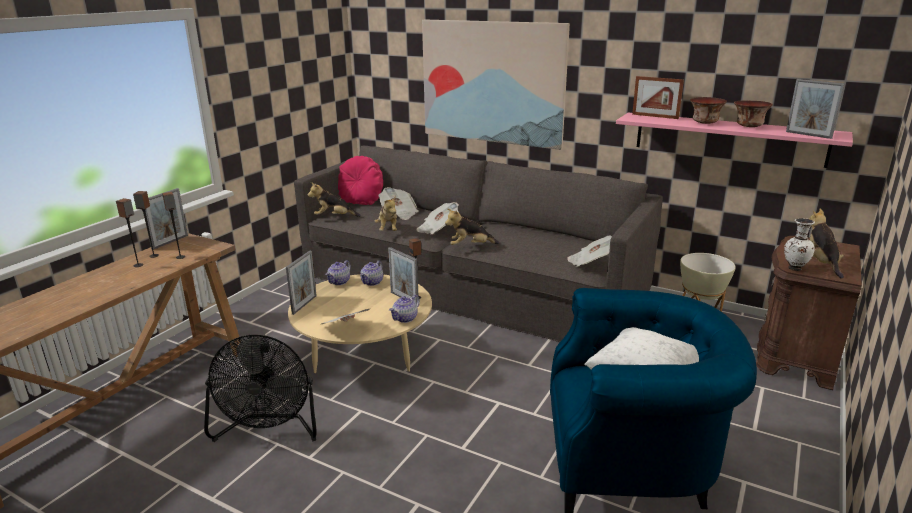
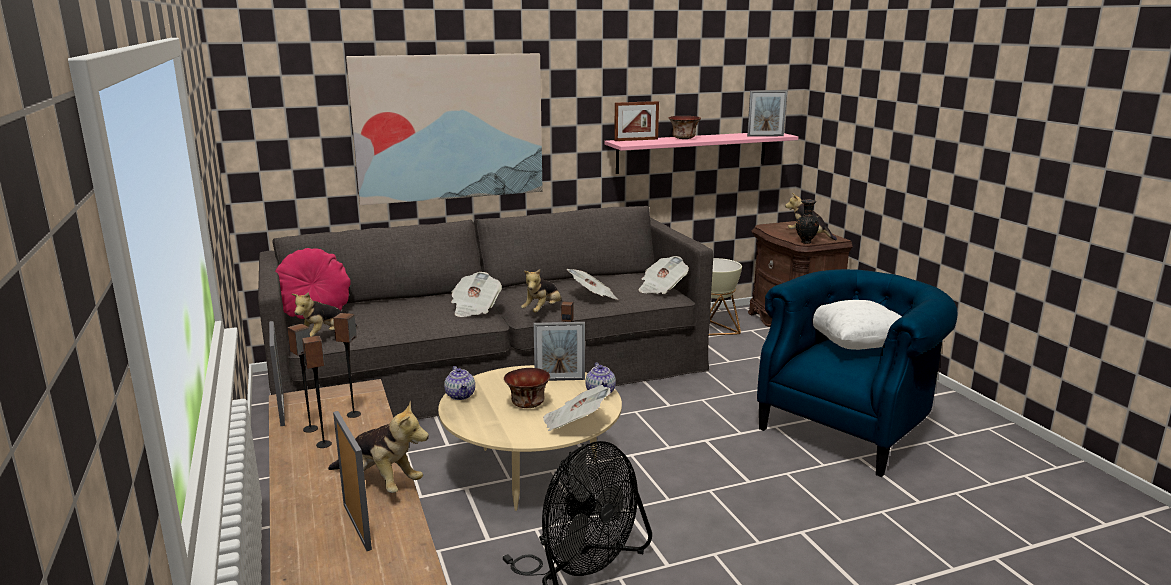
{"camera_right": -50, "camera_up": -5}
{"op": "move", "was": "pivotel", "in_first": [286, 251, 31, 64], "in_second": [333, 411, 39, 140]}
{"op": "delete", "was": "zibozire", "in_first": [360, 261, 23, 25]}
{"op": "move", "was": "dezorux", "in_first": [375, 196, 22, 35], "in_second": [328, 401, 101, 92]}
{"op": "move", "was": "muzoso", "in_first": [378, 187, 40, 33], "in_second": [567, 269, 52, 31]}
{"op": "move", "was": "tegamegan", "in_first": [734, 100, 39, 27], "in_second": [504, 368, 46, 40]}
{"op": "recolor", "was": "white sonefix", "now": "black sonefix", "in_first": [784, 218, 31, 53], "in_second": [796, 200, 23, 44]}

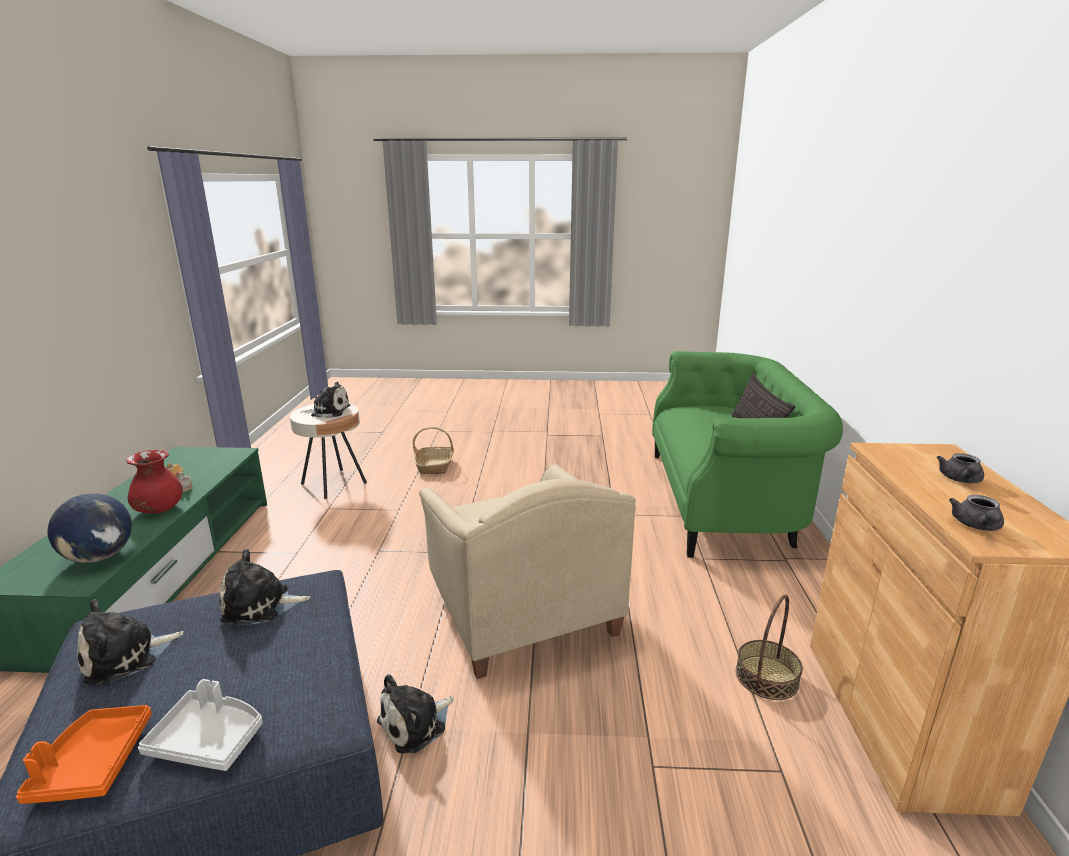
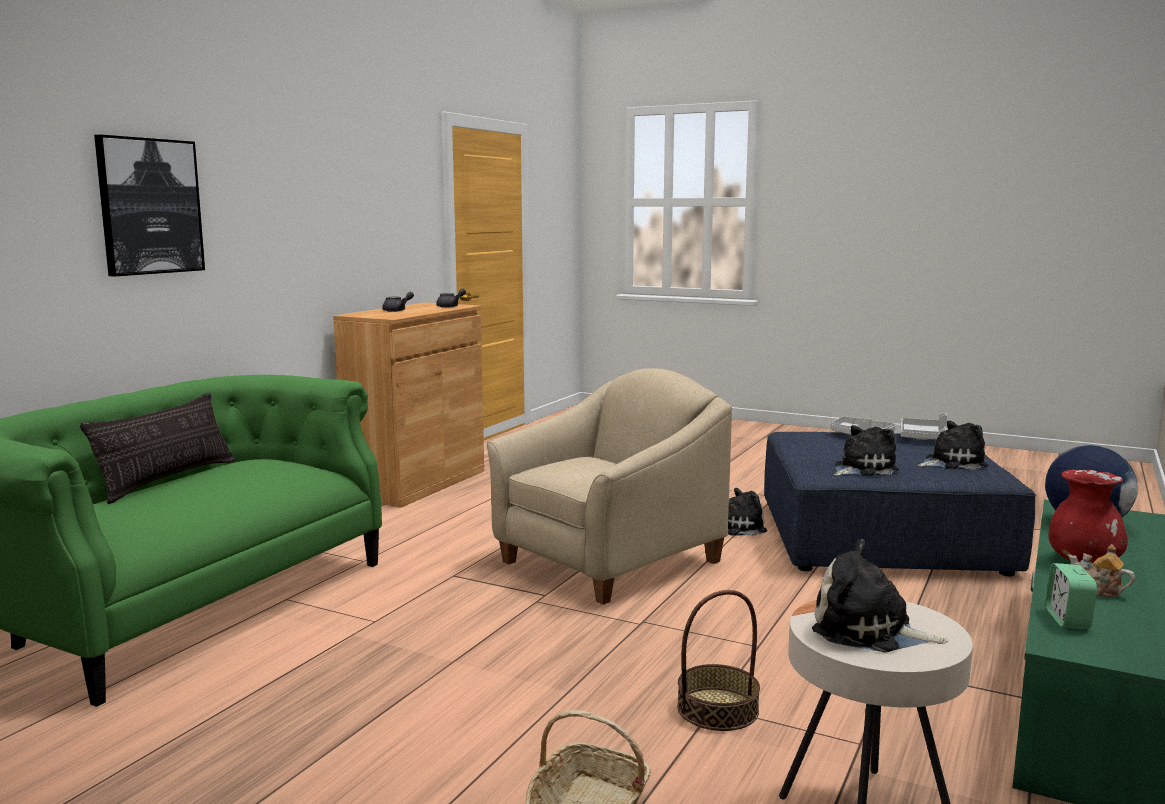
{"camera_right": -155, "camera_up": -10}
{"op": "recolor", "was": "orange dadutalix", "now": "grey dadutalix", "in_first": [16, 705, 136, 99], "in_second": [901, 413, 46, 27]}
{"op": "rotate", "was": "dezorux", "in_first": [220, 549, 90, 77], "in_second": [834, 425, 65, 51], "clockwise": -45}
{"op": "rotate", "was": "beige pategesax", "in_first": [419, 464, 217, 215], "in_second": [487, 368, 245, 237], "clockwise": 45}
{"op": "move", "was": "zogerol", "in_first": [736, 594, 67, 106], "in_second": [677, 590, 83, 141]}
{"op": "insert", "now": "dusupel", "in_second": [94, 135, 111, 142]}
{"op": "insert", "now": "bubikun", "in_second": [1046, 563, 51, 66]}

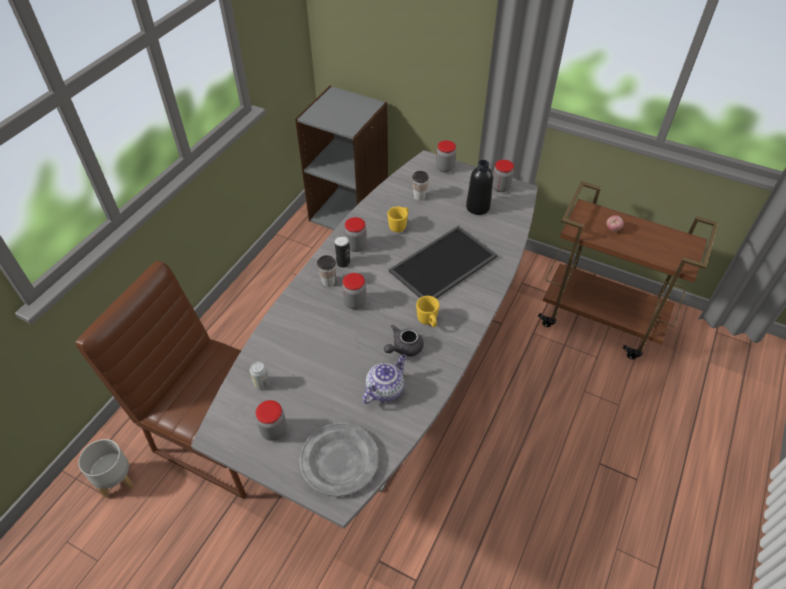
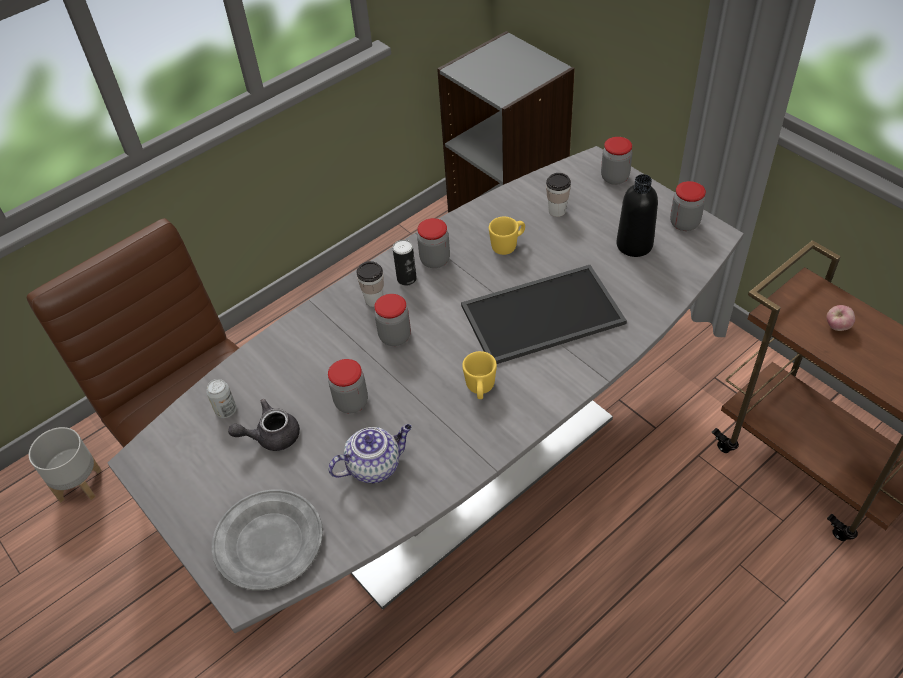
{"camera_right": 25, "camera_up": 0}
{"op": "move", "was": "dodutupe", "in_first": [256, 400, 31, 41], "in_second": [328, 359, 40, 55]}
{"op": "move", "was": "grey zibozire", "in_first": [384, 325, 40, 32], "in_second": [228, 399, 72, 52]}

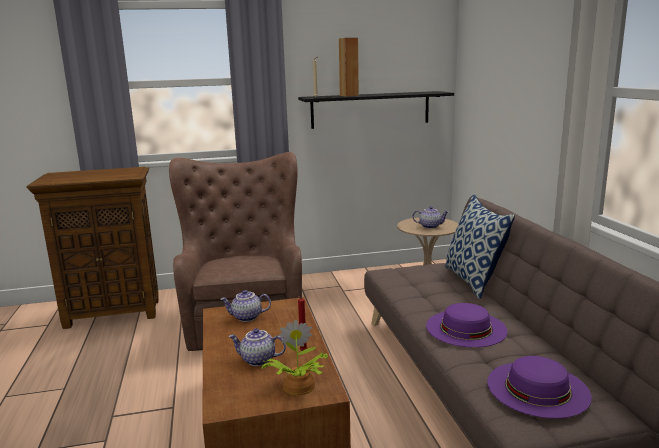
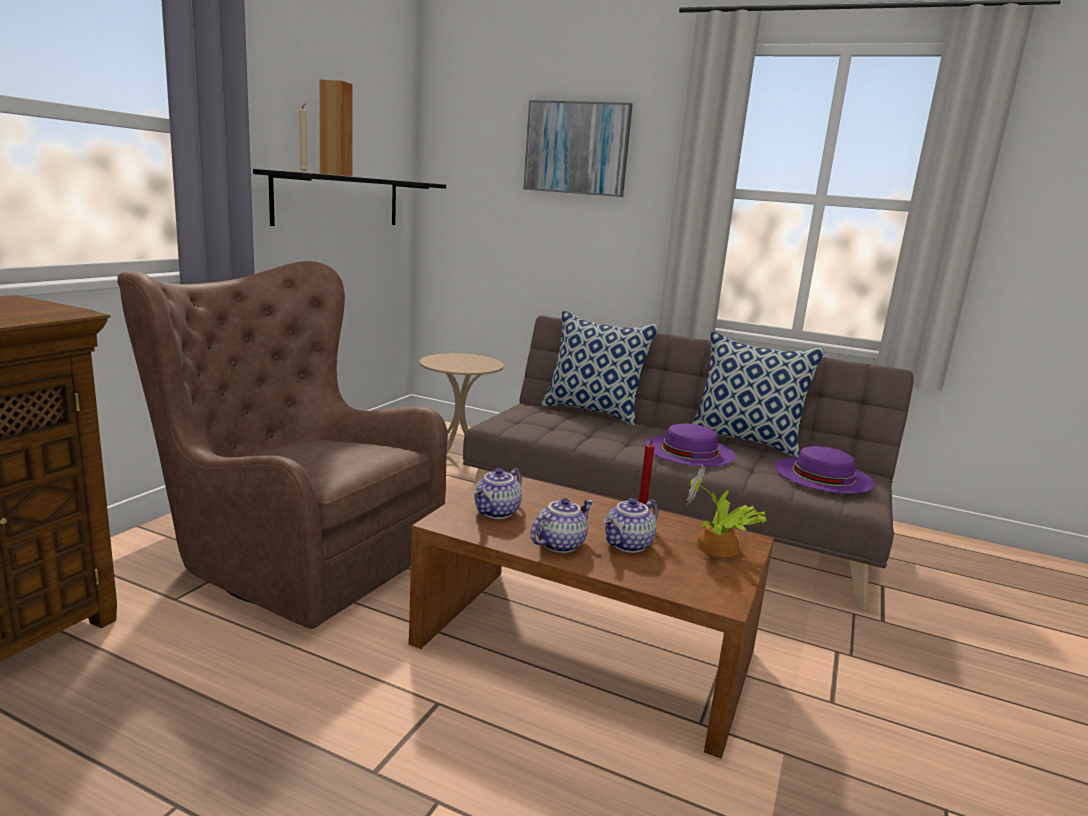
{"camera_right": -55, "camera_up": 0}
{"op": "move", "was": "zibozire", "in_first": [412, 206, 36, 23], "in_second": [531, 498, 62, 55]}
{"op": "insert", "now": "dusupel", "in_second": [523, 100, 110, 97]}
{"op": "insert", "now": "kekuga", "in_second": [692, 331, 133, 126]}

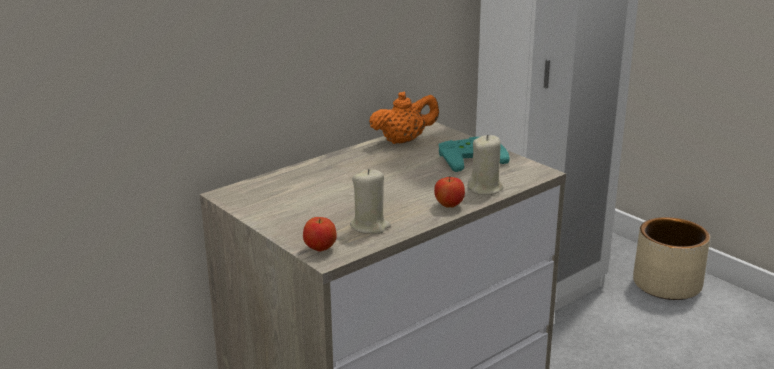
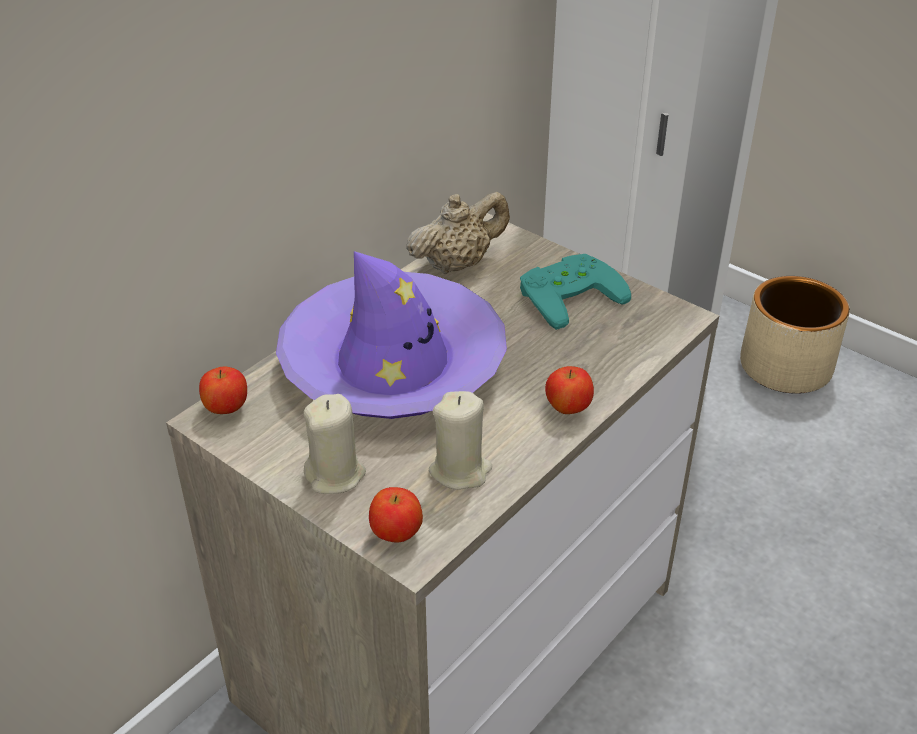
{"camera_right": -10, "camera_up": 15}
{"op": "recolor", "was": "orange zibozire", "now": "beige zibozire", "in_first": [369, 92, 70, 52], "in_second": [406, 192, 104, 82]}
{"op": "move", "was": "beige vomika", "in_first": [467, 135, 37, 60], "in_second": [304, 394, 62, 100]}
{"op": "insert", "now": "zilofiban", "in_second": [199, 367, 48, 47]}
{"op": "insert", "now": "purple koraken", "in_second": [276, 251, 231, 168]}

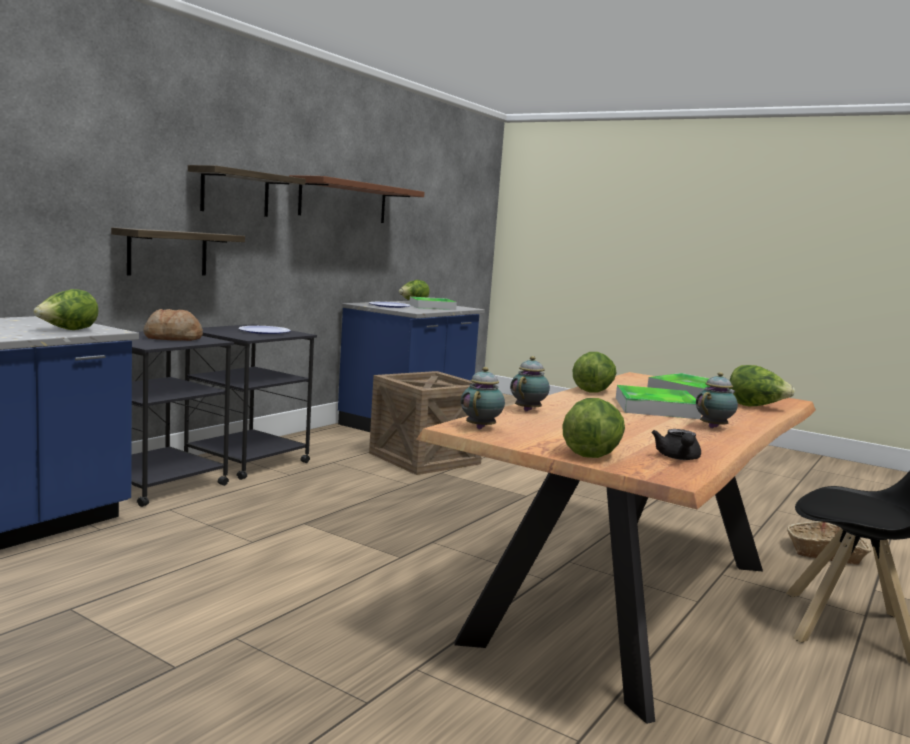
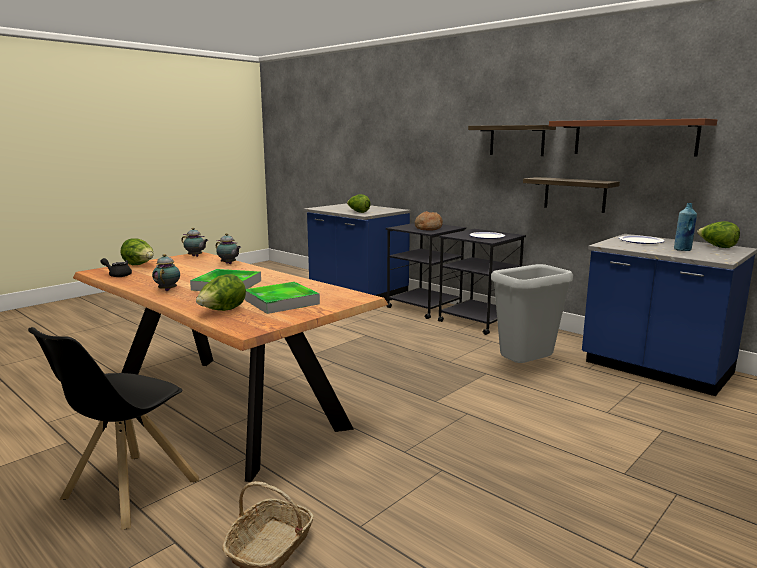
{"camera_right": 100, "camera_up": 5}
{"op": "move", "was": "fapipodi", "in_first": [111, 227, 134, 49], "in_second": [523, 177, 97, 36]}
{"op": "replace", "was": "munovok", "now": "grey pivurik", "in_first": [369, 371, 113, 104], "in_second": [491, 264, 82, 99]}
{"op": "replace", "was": "dadutalix", "now": "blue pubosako", "in_first": [409, 297, 48, 13], "in_second": [674, 203, 23, 48]}
{"op": "delete", "was": "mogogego", "in_first": [573, 352, 43, 41]}
{"op": "rotate", "was": "zibozire", "in_first": [696, 372, 42, 56], "in_second": [152, 254, 28, 37], "clockwise": -150}

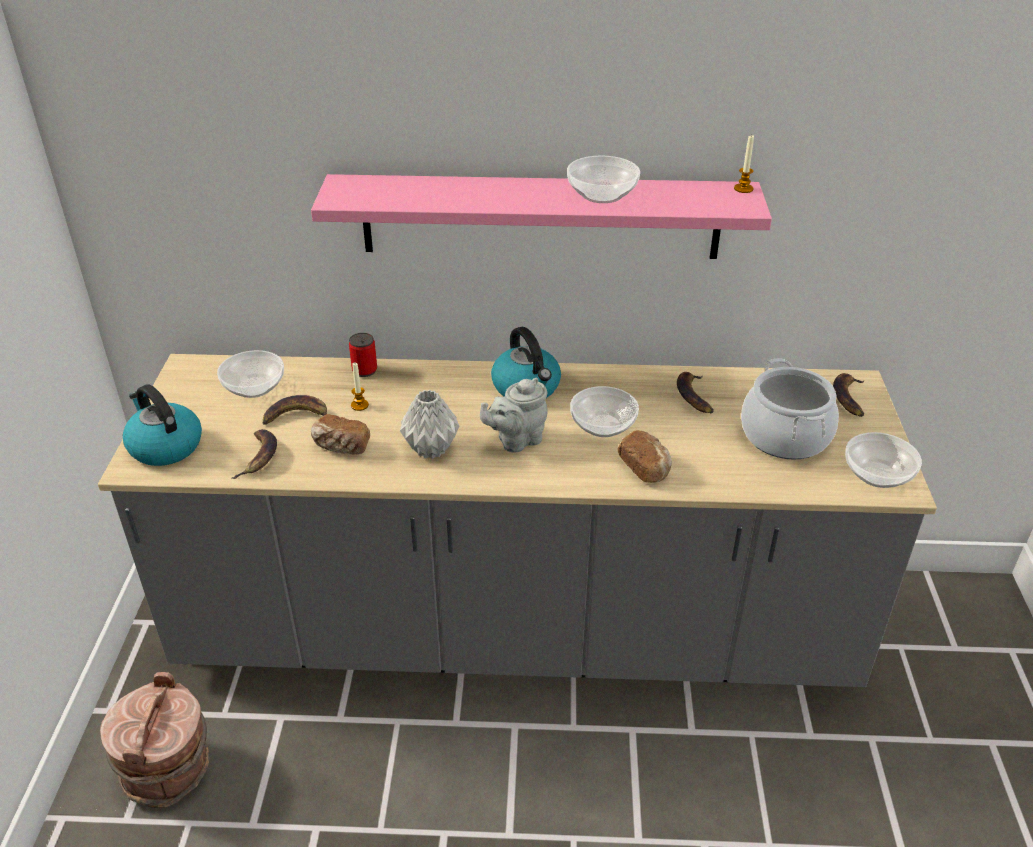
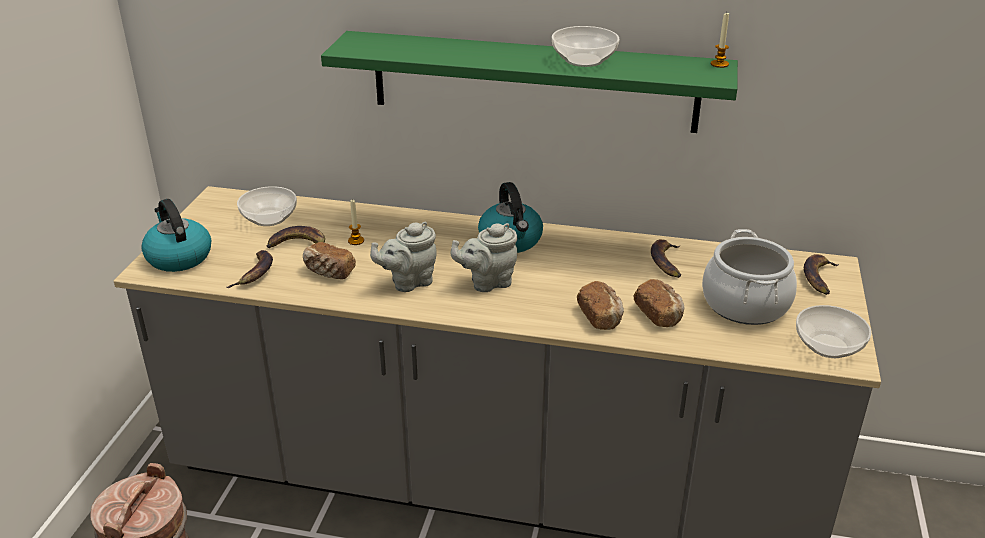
{"camera_right": 10, "camera_up": -5}
{"op": "recolor", "was": "pink fapipodi", "now": "green fapipodi", "in_first": [311, 174, 461, 85], "in_second": [321, 31, 417, 102]}
{"op": "delete", "was": "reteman", "in_first": [349, 333, 28, 44]}
{"op": "replace", "was": "grey sonefix", "now": "grey zibozire", "in_first": [400, 390, 59, 69], "in_second": [370, 222, 67, 70]}
{"op": "delete", "was": "tegamegan", "in_first": [570, 386, 69, 51]}
{"op": "insert", "now": "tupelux", "in_second": [634, 279, 50, 48]}

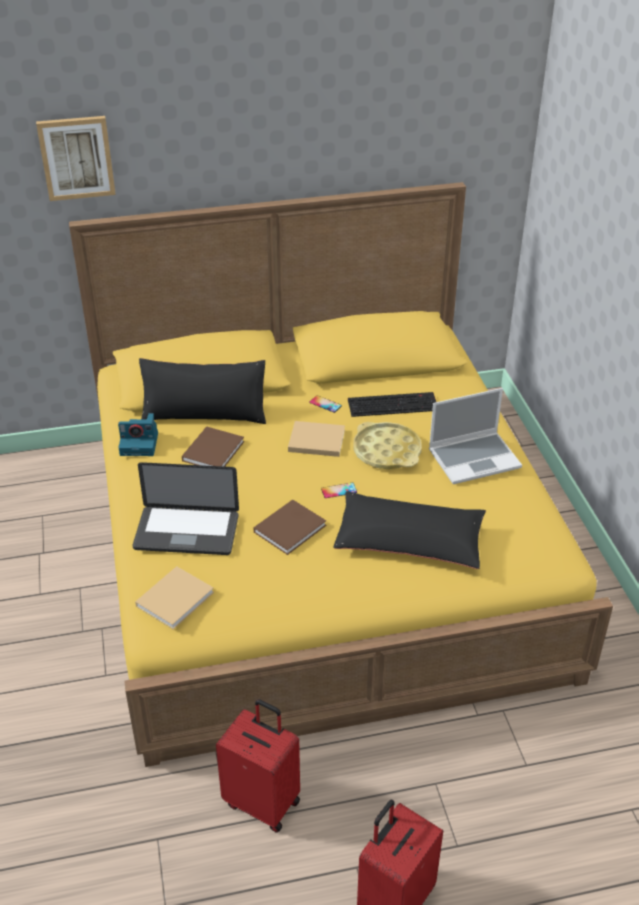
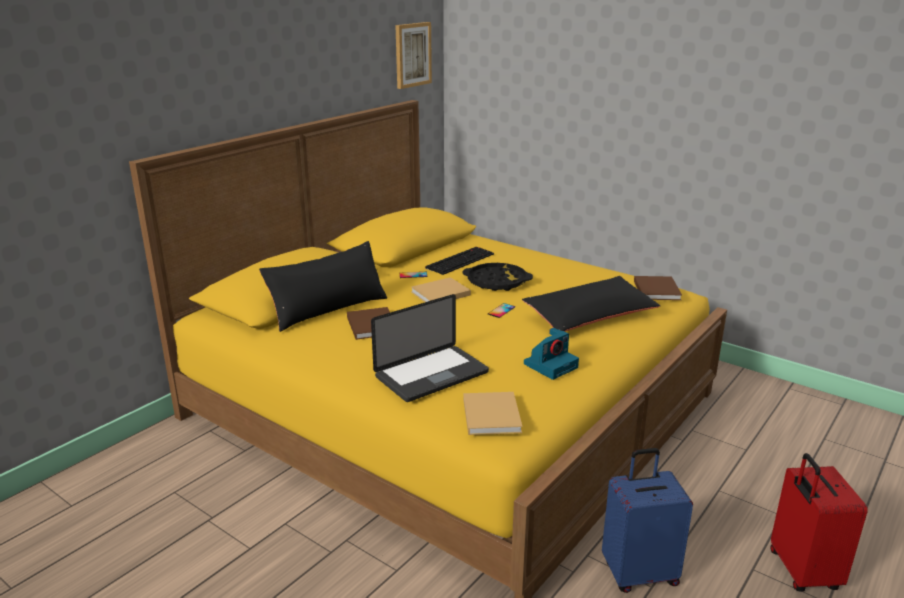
{"camera_right": -40, "camera_up": -15}
{"op": "move", "was": "dusupel", "in_first": [36, 116, 80, 85], "in_second": [395, 22, 37, 67]}
{"op": "move", "was": "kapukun", "in_first": [118, 413, 40, 43], "in_second": [524, 328, 55, 52]}
{"op": "recolor", "was": "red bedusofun", "now": "blue bedusofun", "in_first": [216, 699, 84, 134], "in_second": [602, 448, 91, 145]}
{"op": "move", "was": "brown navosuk", "in_first": [254, 500, 72, 55], "in_second": [634, 276, 48, 24]}
{"op": "recolor", "was": "yellow dadutalix", "now": "black dadutalix", "in_first": [353, 422, 69, 47], "in_second": [462, 263, 71, 28]}
{"op": "delete", "was": "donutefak", "in_first": [429, 388, 93, 96]}

